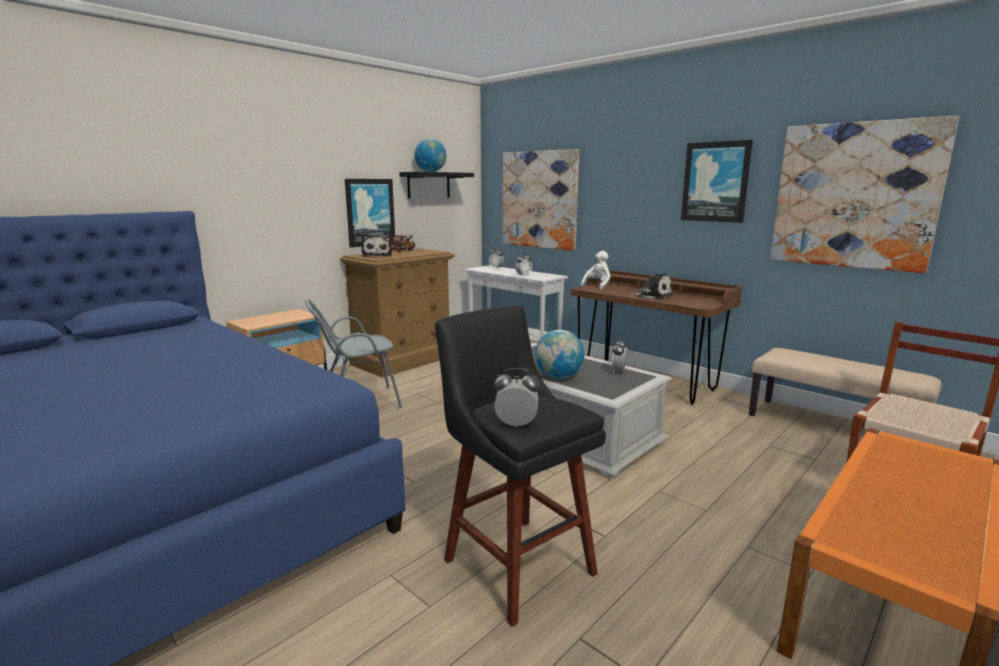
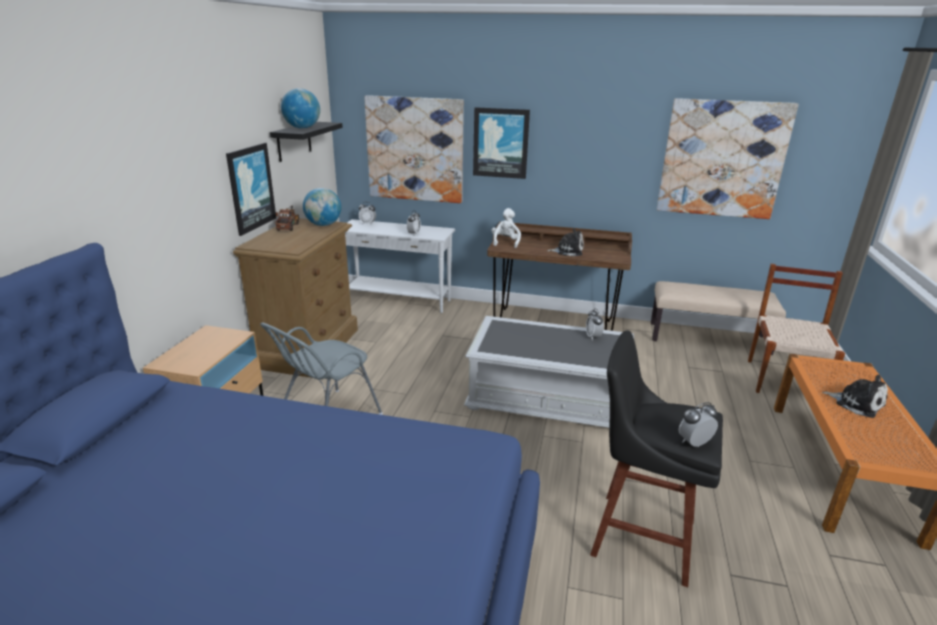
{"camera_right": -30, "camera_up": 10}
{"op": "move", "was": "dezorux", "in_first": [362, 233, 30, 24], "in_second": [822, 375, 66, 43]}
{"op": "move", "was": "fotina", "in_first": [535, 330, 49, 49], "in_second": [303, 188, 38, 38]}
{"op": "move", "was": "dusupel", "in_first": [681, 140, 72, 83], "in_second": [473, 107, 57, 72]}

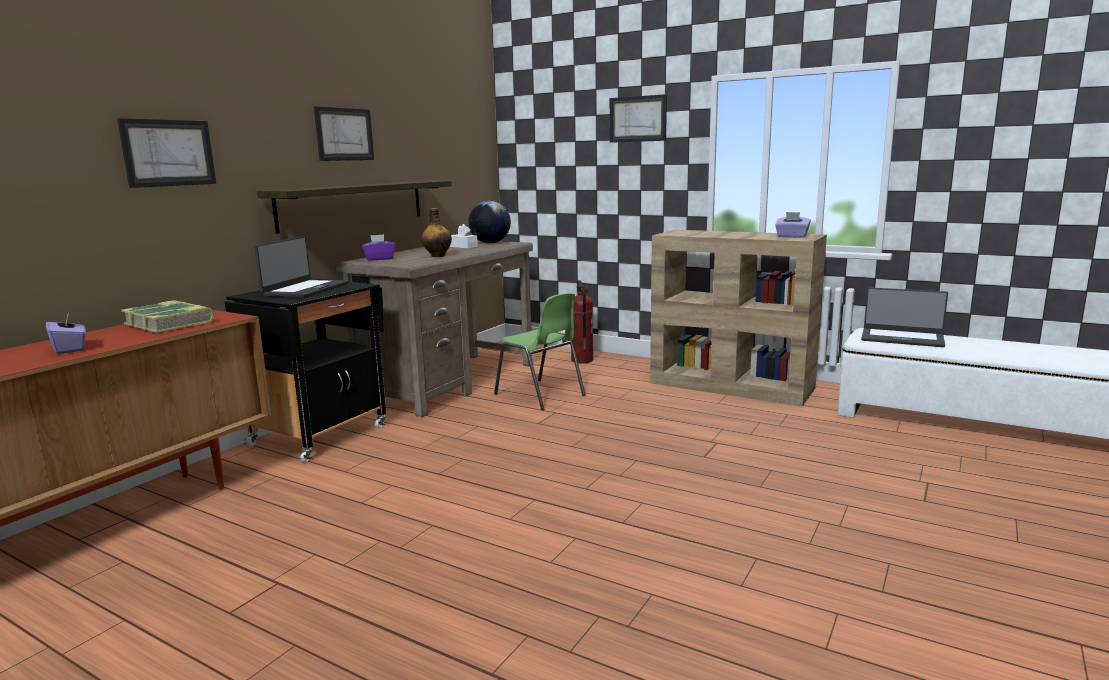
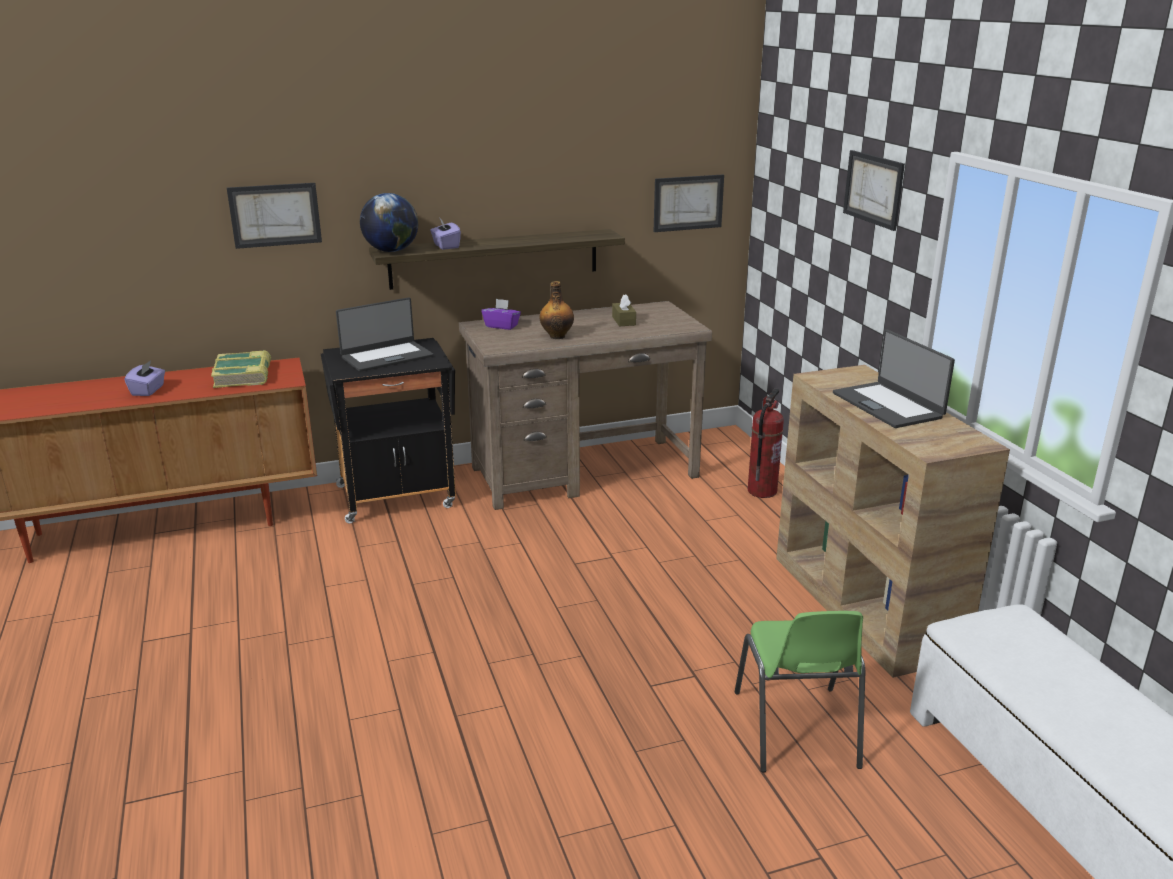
{"camera_right": 40, "camera_up": 10}
{"op": "move", "was": "dusupel", "in_first": [314, 106, 60, 55], "in_second": [654, 174, 70, 58]}
{"op": "recolor", "was": "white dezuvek", "now": "brown dezuvek", "in_first": [450, 224, 28, 25], "in_second": [612, 294, 24, 32]}
{"op": "move", "was": "fotina", "in_first": [469, 201, 42, 42], "in_second": [360, 193, 58, 59]}
{"op": "move", "was": "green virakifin", "in_first": [494, 293, 91, 117], "in_second": [735, 611, 130, 162]}
{"op": "move", "was": "purple dezuvek", "in_first": [775, 212, 36, 26], "in_second": [430, 219, 31, 31]}
{"op": "move", "was": "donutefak", "in_first": [861, 287, 87, 60], "in_second": [833, 329, 122, 99]}

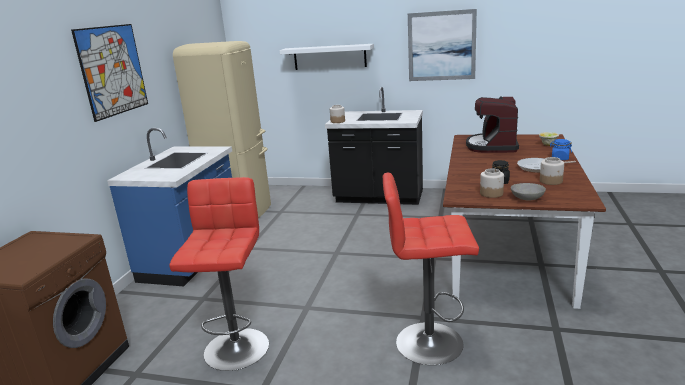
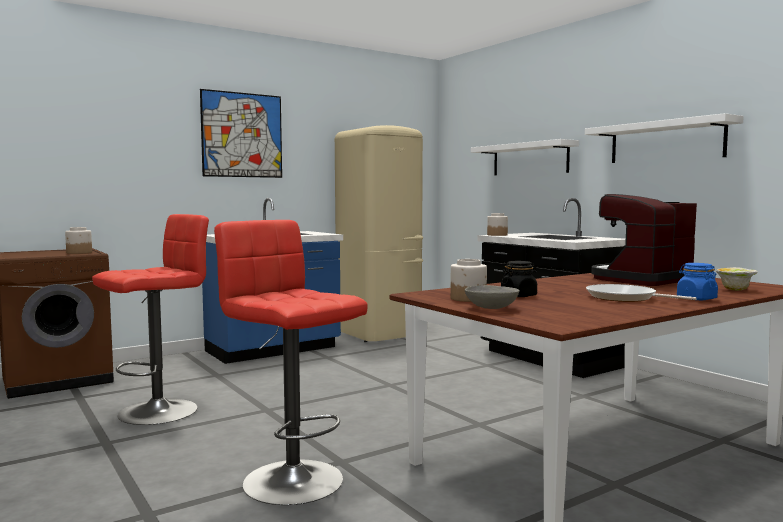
{"camera_right": 40, "camera_up": -15}
{"op": "replace", "was": "dusupel", "now": "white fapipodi", "in_first": [408, 9, 69, 72], "in_second": [585, 113, 159, 50]}
{"op": "move", "was": "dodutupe", "in_first": [540, 157, 24, 28], "in_second": [65, 227, 27, 27]}

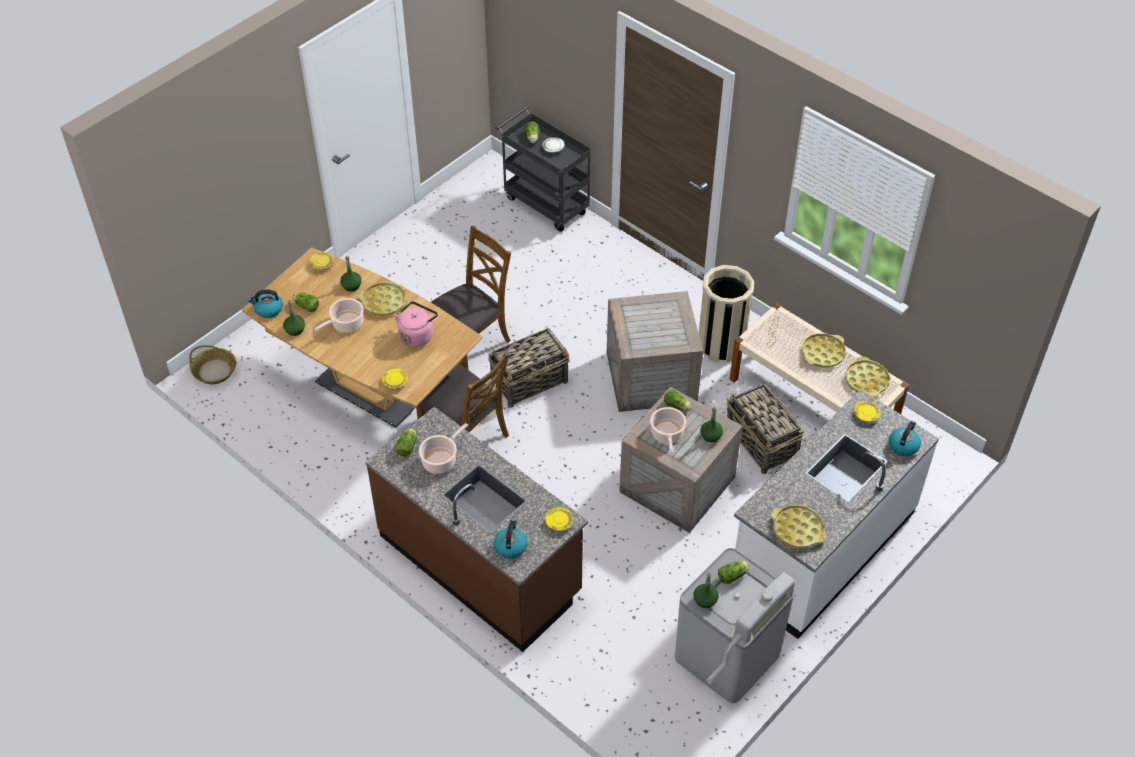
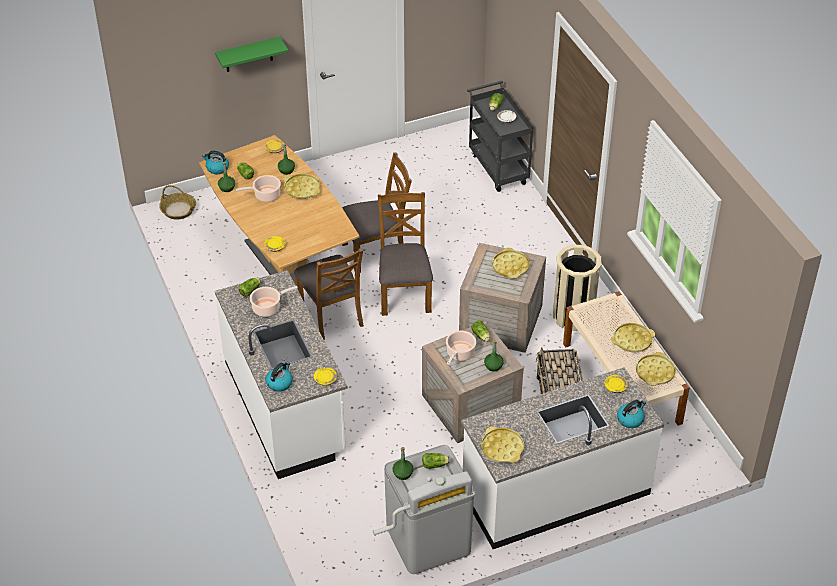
{"camera_right": 25, "camera_up": -5}
{"op": "recolor", "was": "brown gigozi", "now": "white gigozi", "in_first": [365, 407, 223, 245], "in_second": [215, 270, 133, 209]}
{"op": "delete", "was": "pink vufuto", "in_first": [394, 301, 44, 46]}
{"op": "replace", "was": "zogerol", "now": "brown virakifin", "in_first": [488, 328, 82, 79], "in_second": [378, 192, 55, 124]}
{"op": "insert", "now": "green fapipodi", "in_second": [215, 37, 73, 35]}
{"op": "insert", "now": "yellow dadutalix", "in_second": [492, 248, 38, 31]}

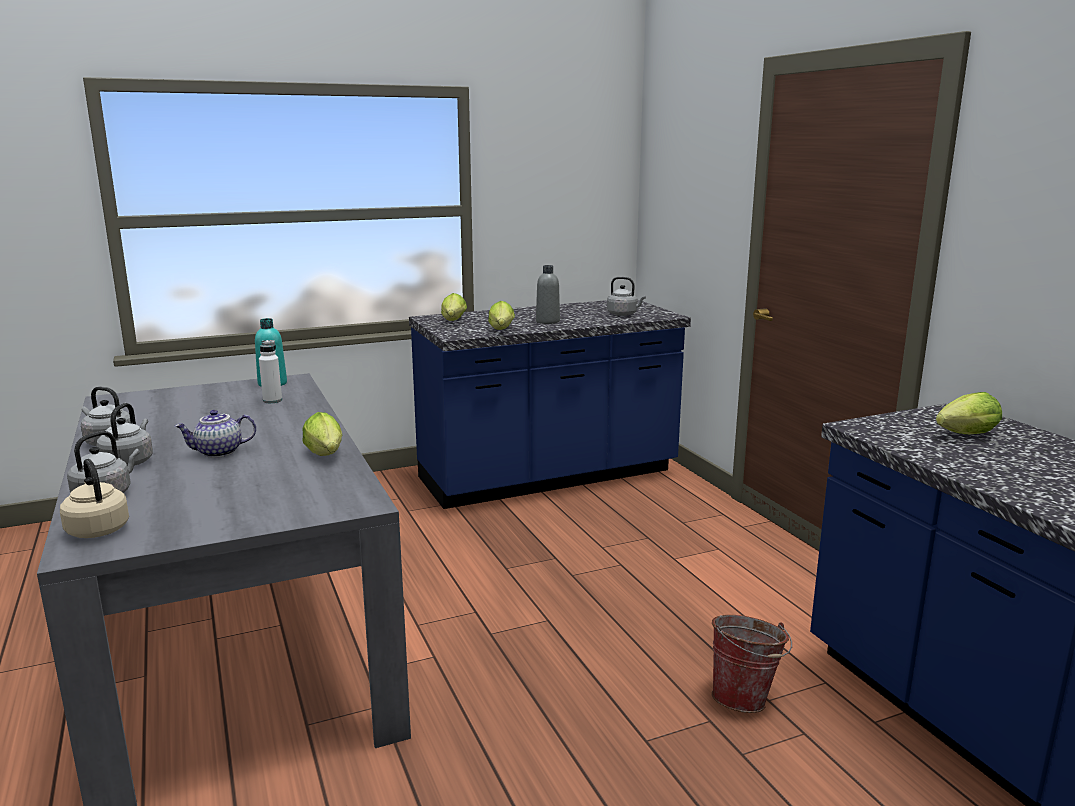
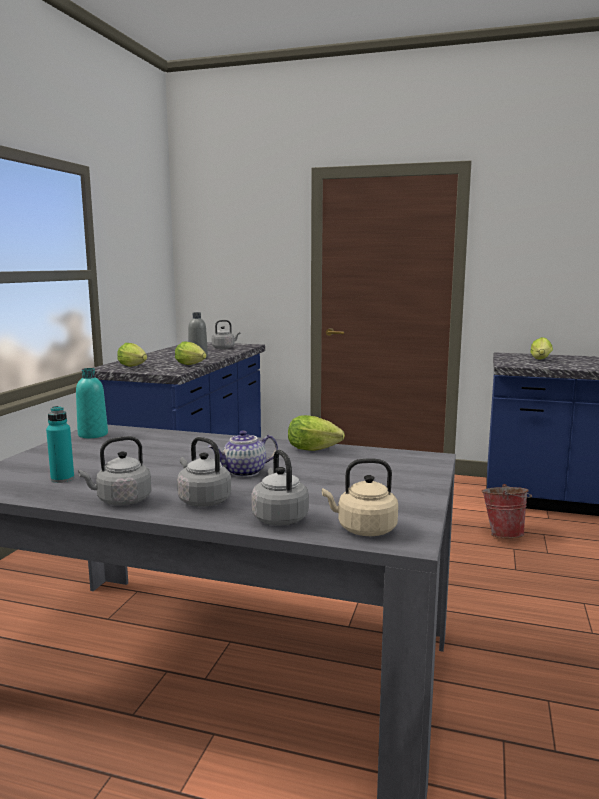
{"camera_right": -50, "camera_up": -5}
{"op": "rotate", "was": "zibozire", "in_first": [174, 410, 82, 48], "in_second": [208, 430, 70, 47], "clockwise": 45}
{"op": "delete", "was": "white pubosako", "in_first": [259, 340, 23, 63]}
{"op": "insert", "now": "turquoise pubosako", "in_second": [46, 406, 28, 77]}

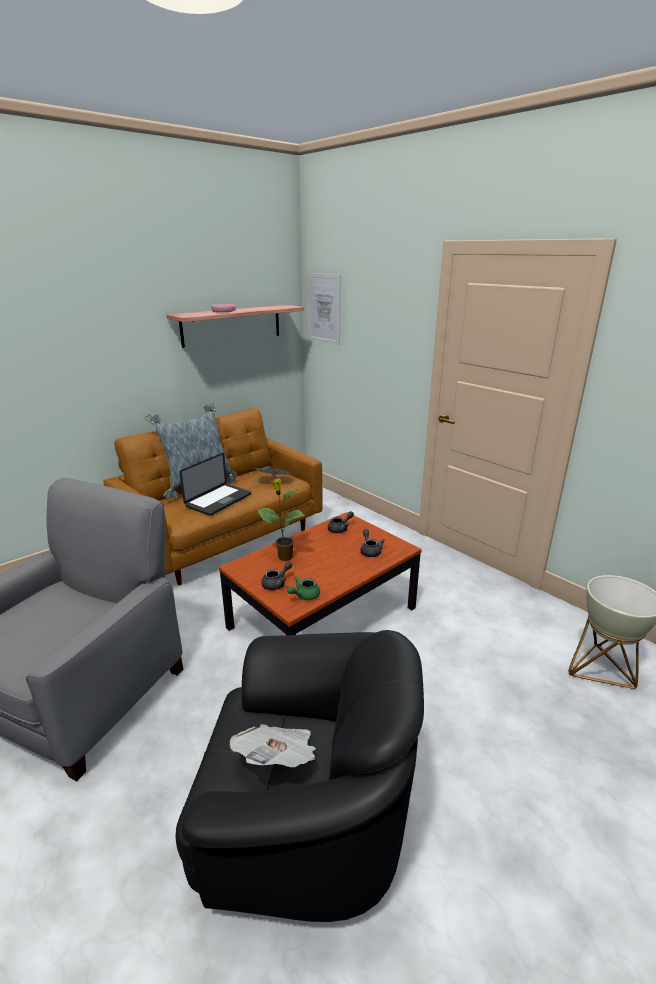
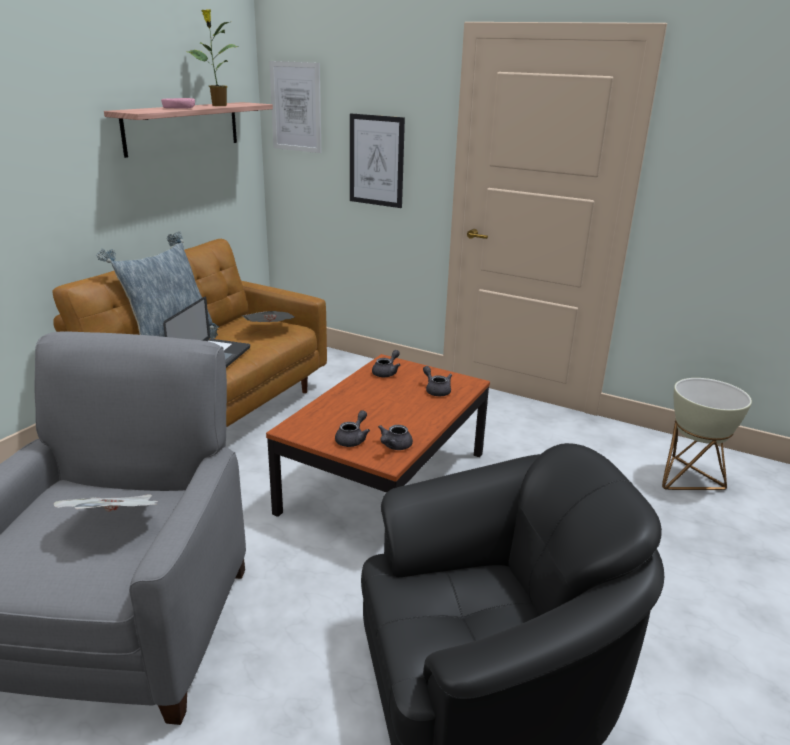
{"camera_right": -20, "camera_up": 0}
{"op": "move", "was": "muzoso", "in_first": [230, 724, 86, 43], "in_second": [54, 495, 104, 17]}
{"op": "move", "was": "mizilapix", "in_first": [257, 479, 48, 82], "in_second": [187, 9, 52, 97]}
{"op": "recolor", "was": "green zibozire", "now": "grey zibozire", "in_first": [287, 576, 33, 24], "in_second": [378, 425, 35, 25]}
{"op": "insert", "now": "dusupel", "in_second": [350, 114, 55, 94]}

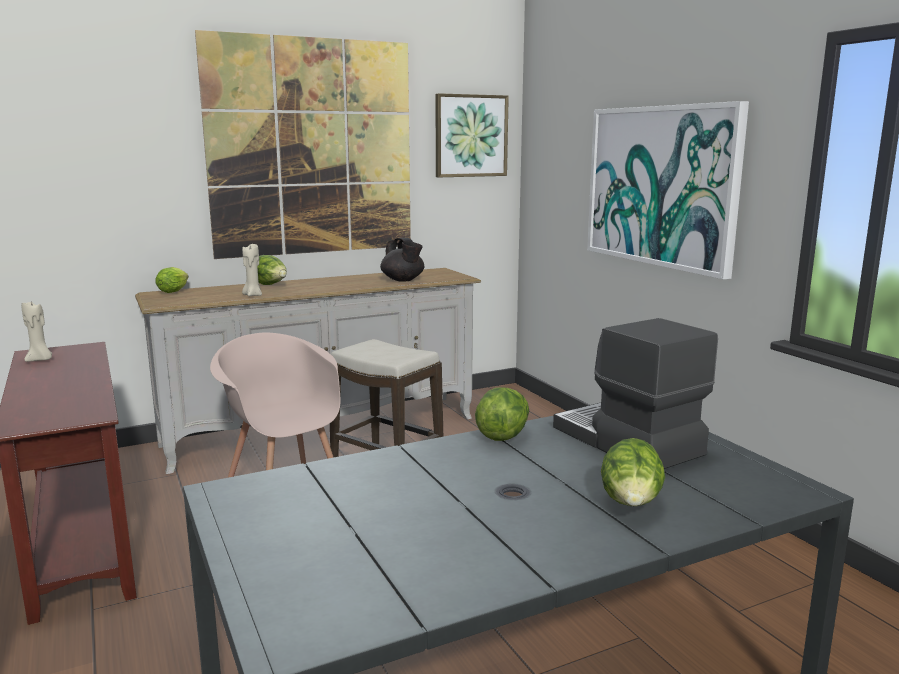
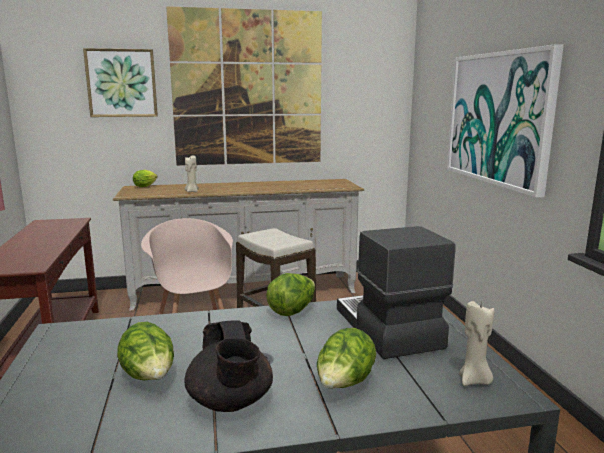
{"camera_right": 15, "camera_up": 0}
{"op": "move", "was": "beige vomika", "in_first": [21, 301, 31, 61], "in_second": [459, 301, 35, 85]}
{"op": "move", "was": "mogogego", "in_first": [258, 255, 29, 30], "in_second": [117, 322, 57, 58]}
{"op": "move", "was": "black zibozire", "in_first": [380, 238, 44, 44], "in_second": [184, 320, 89, 92]}
{"op": "move", "was": "dusupel", "in_first": [435, 93, 74, 84], "in_second": [83, 48, 75, 69]}

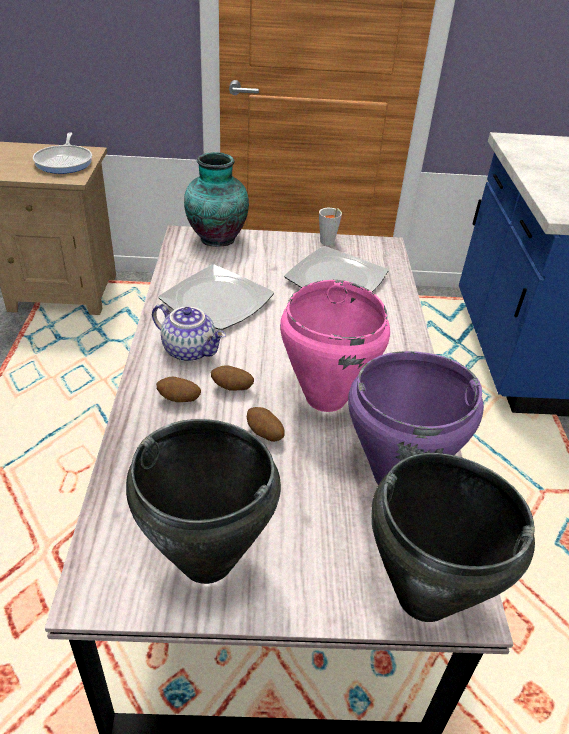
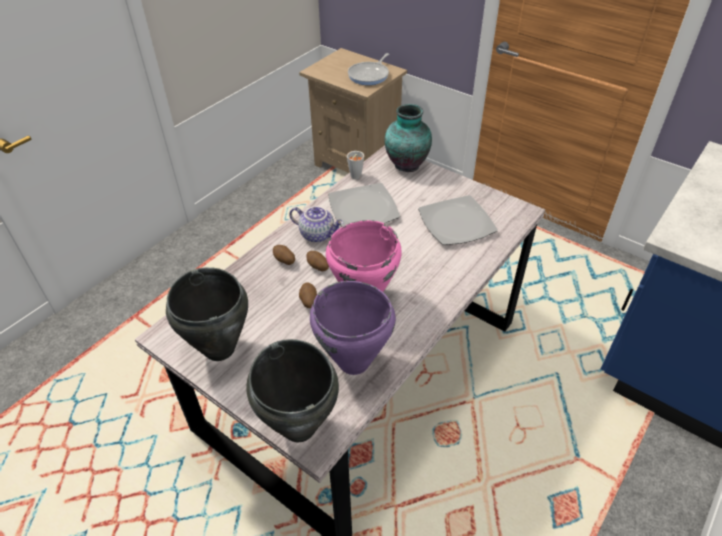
{"camera_right": 40, "camera_up": 5}
{"op": "rotate", "was": "zibozire", "in_first": [152, 304, 74, 58], "in_second": [289, 206, 54, 37], "clockwise": -45}
{"op": "move", "was": "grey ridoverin", "in_first": [319, 208, 23, 37], "in_second": [347, 151, 17, 28]}

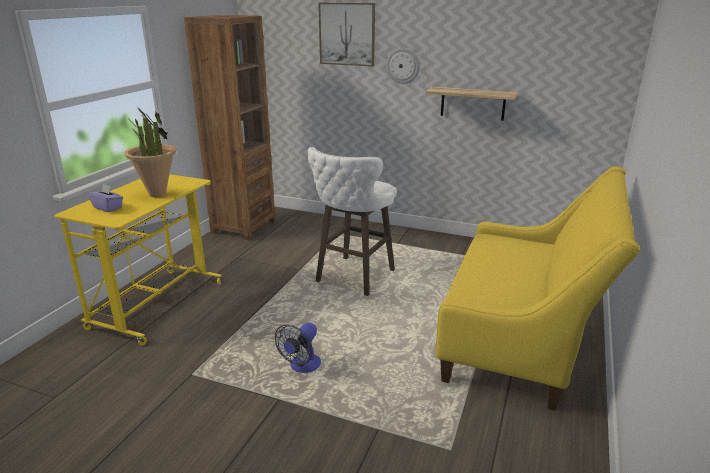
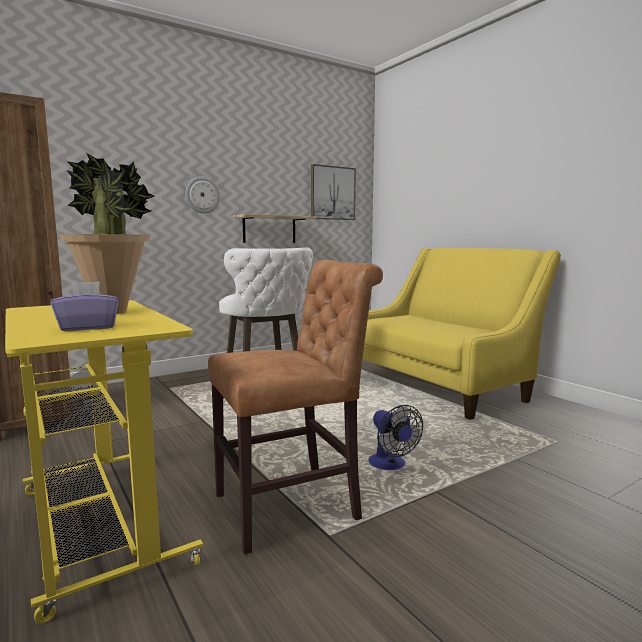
{"camera_right": -55, "camera_up": -15}
{"op": "move", "was": "dusupel", "in_first": [318, 3, 57, 64], "in_second": [311, 164, 45, 56]}
{"op": "insert", "now": "brown virakifin", "in_second": [208, 260, 175, 294]}

